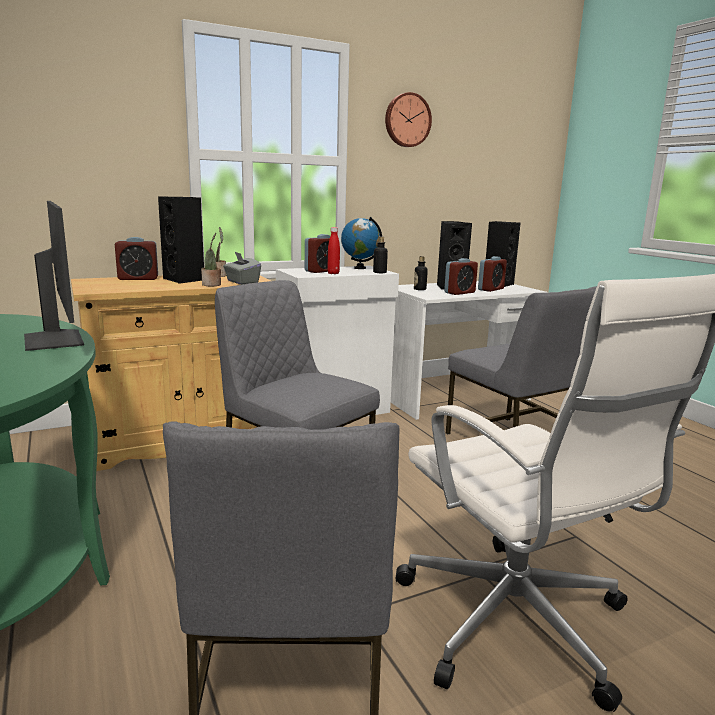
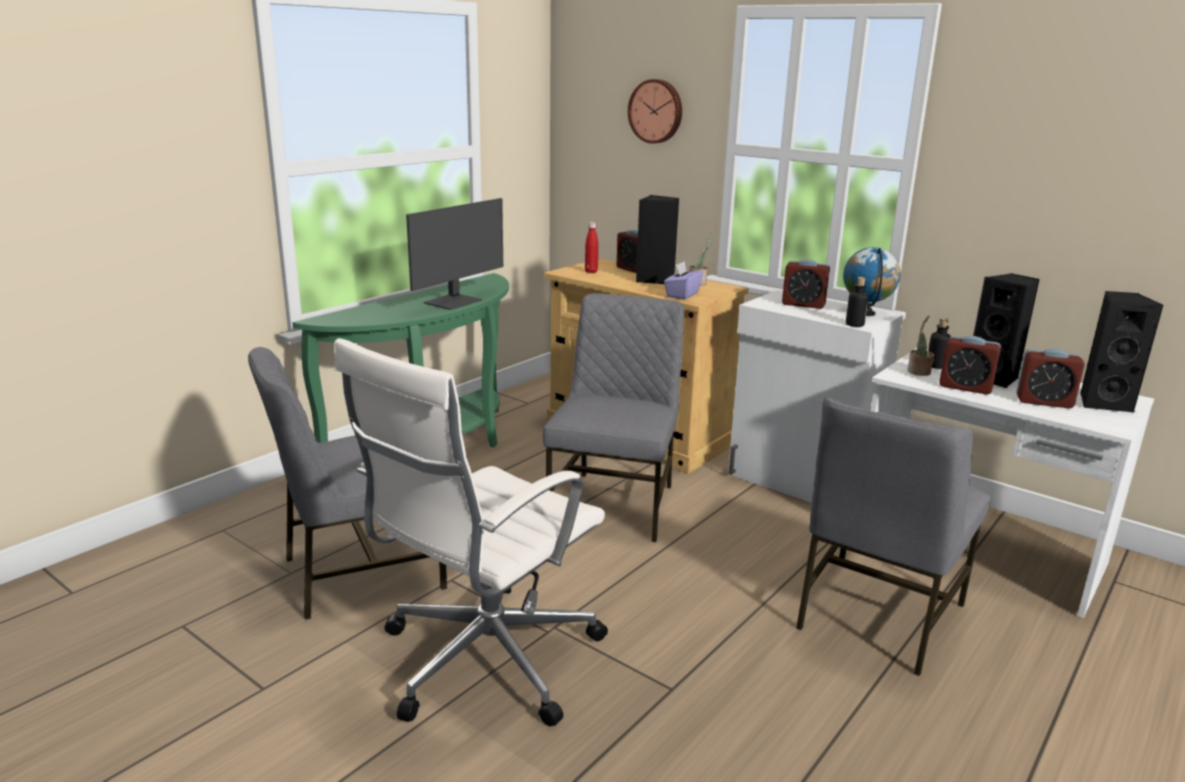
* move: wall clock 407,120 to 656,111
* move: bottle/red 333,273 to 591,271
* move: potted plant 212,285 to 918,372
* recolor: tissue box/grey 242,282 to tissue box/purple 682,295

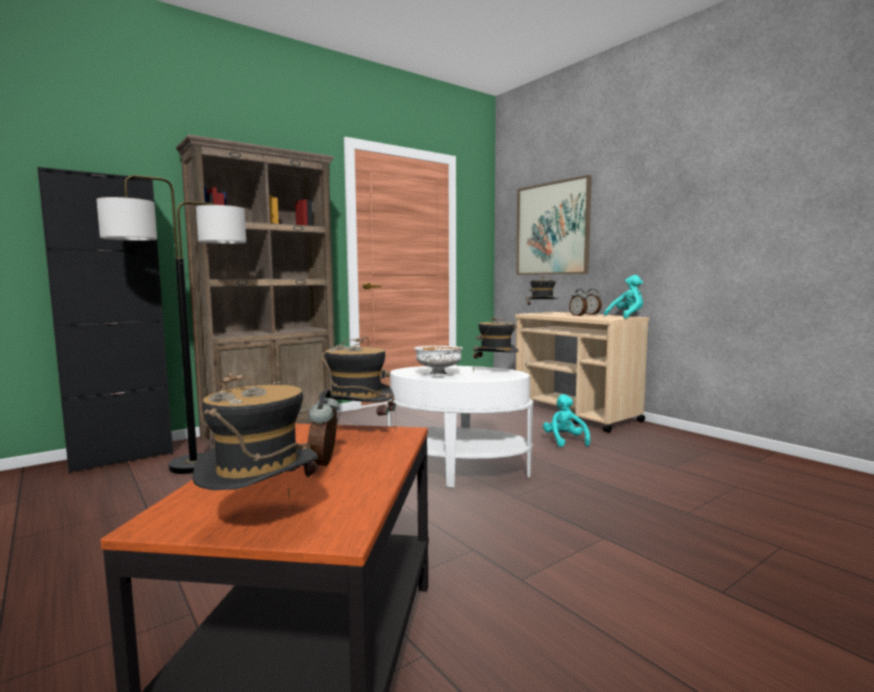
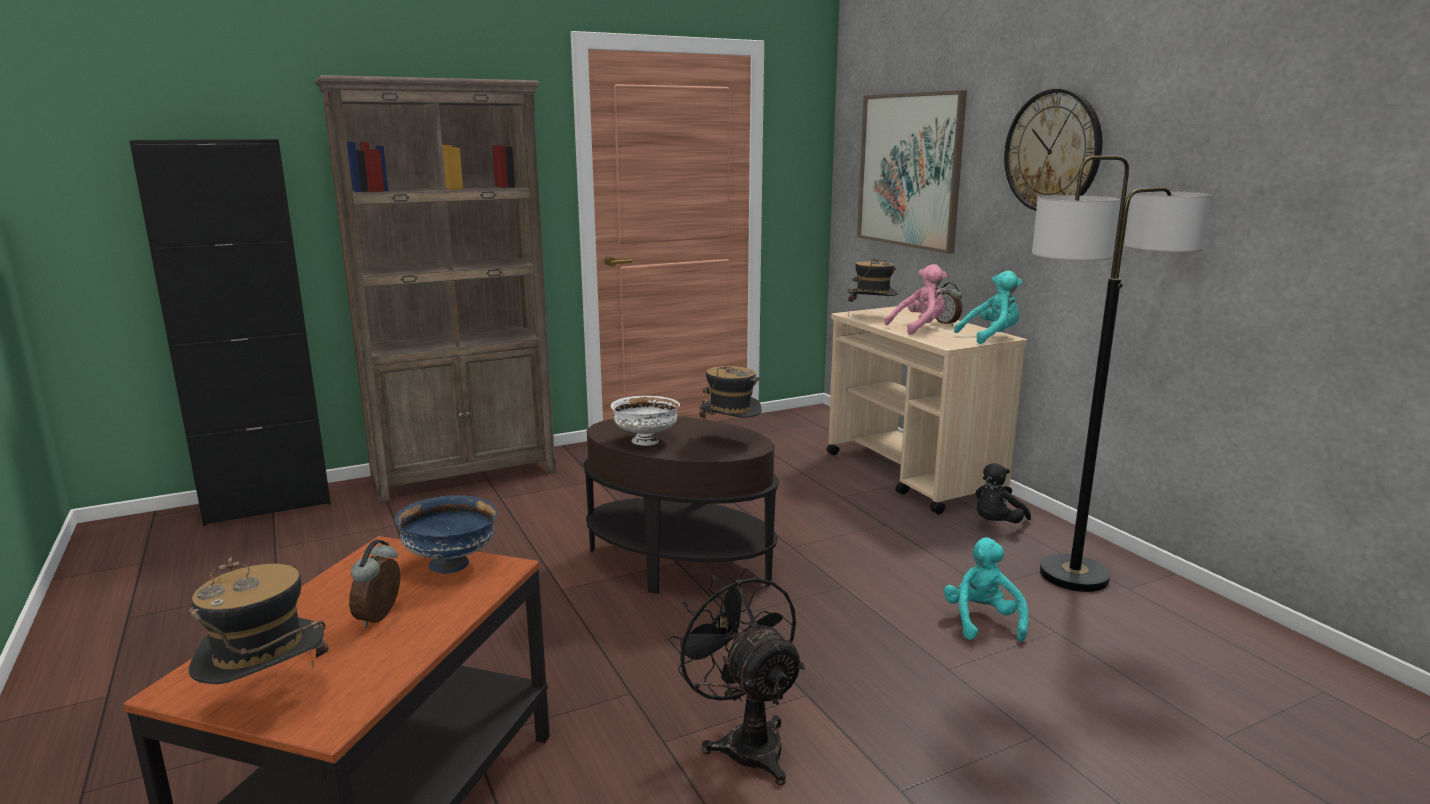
* move: floor lamp 194,465 to 1074,575
* replace: alarm clock 578,316 to plush toy/pink 919,328
* replace: hat 357,432 to bowl/blue 451,564
* recolor: side table/white 458,470 to side table/brown 679,565
* move: plush toy/turquoise 564,441 to 982,621
* insert: wall clock 1052,151
* insert: plush toy/black 996,524
* insert: fan/black 745,741

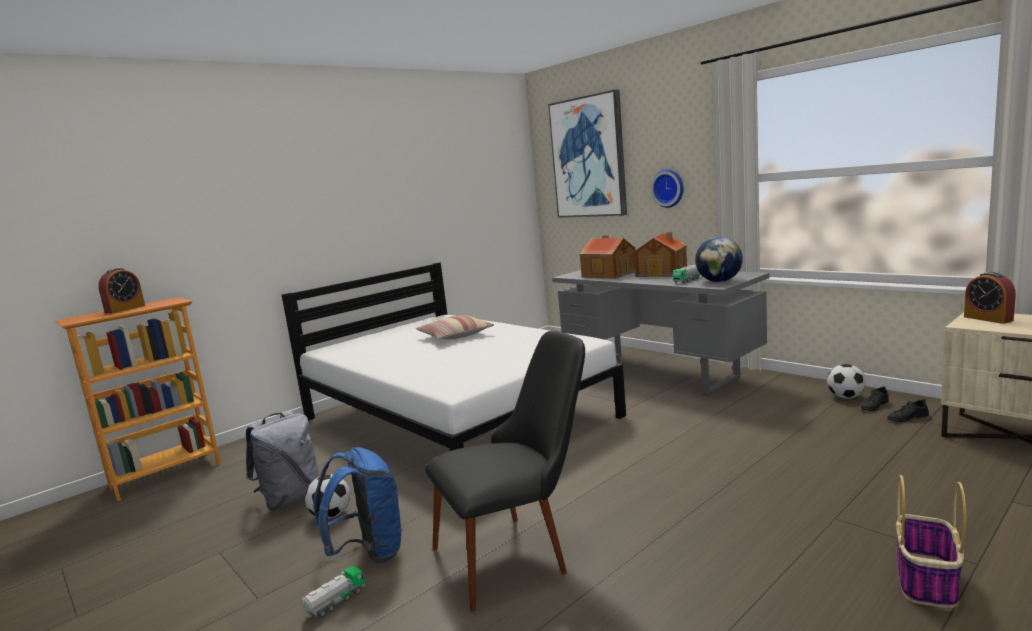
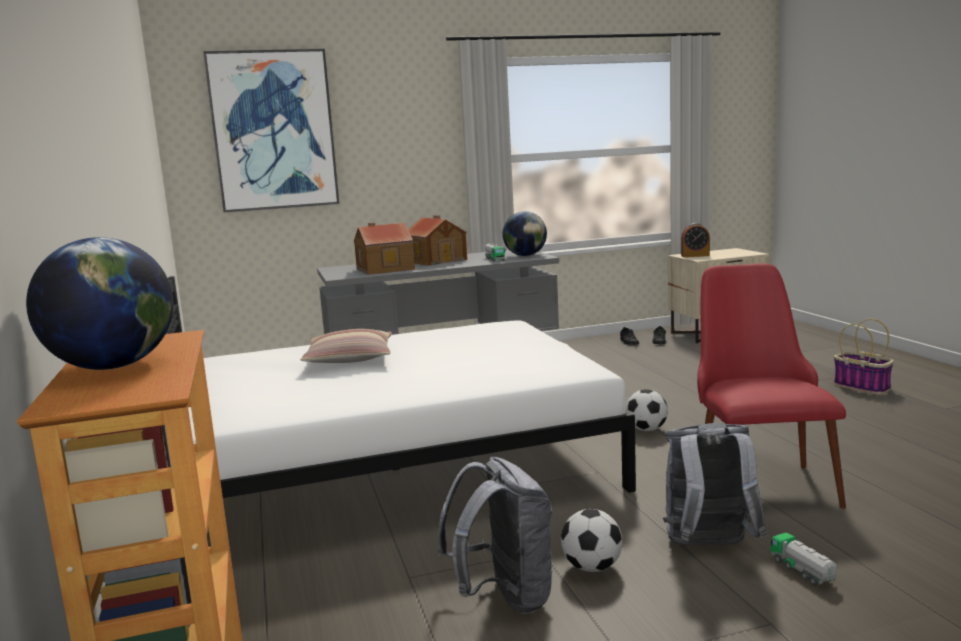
* delete: wall clock 669,188
* replace: alarm clock 125,309 to globe 113,367
* recolor: chair/black 519,551 to chair/red 758,478
* move: football 845,397 to 646,429
* recolor: backpack/blue 369,552 to backpack/grey 709,547

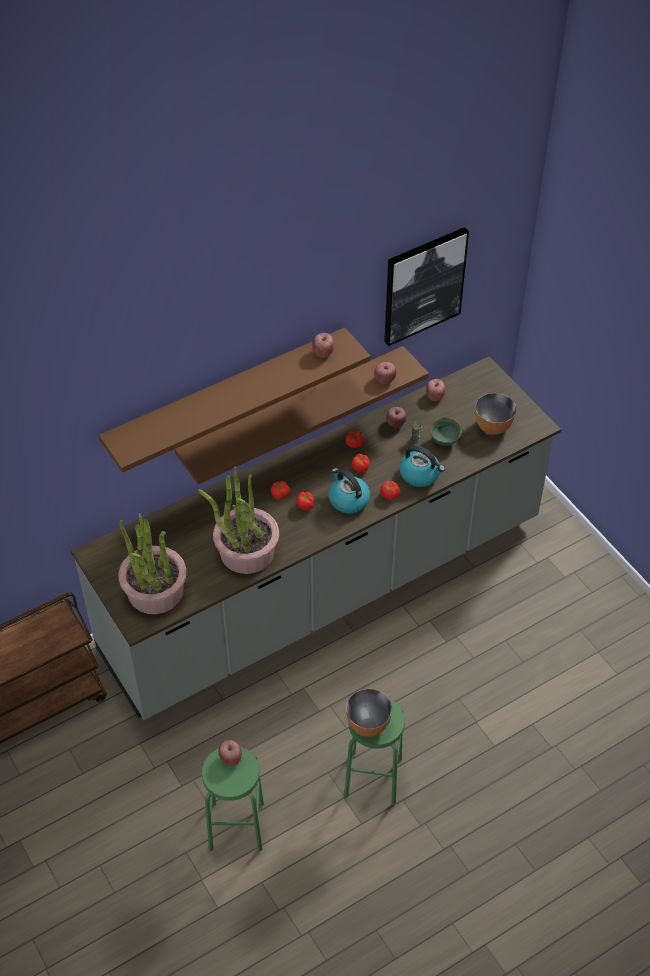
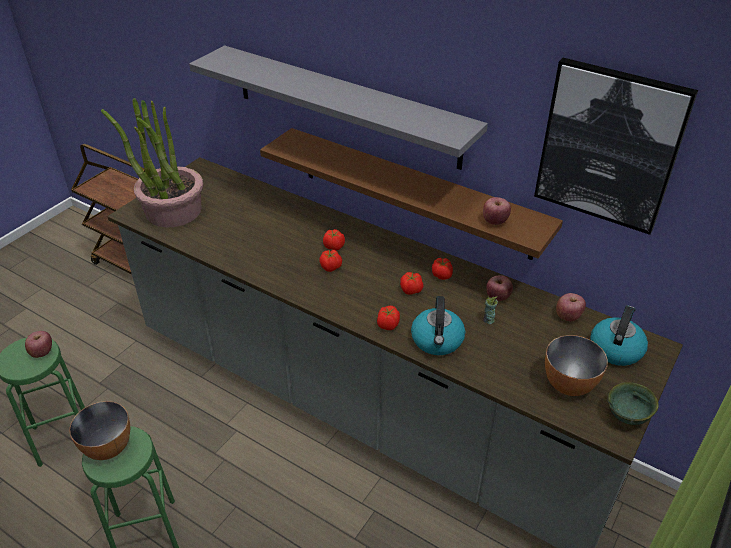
* recolor: shelf/brown 227,396 to shelf/grey 344,106
* delete: apple 323,352
* move: bowl/green 445,441 to 628,417
* delete: potted plant 246,552
* move: kettle 348,500 to 615,348

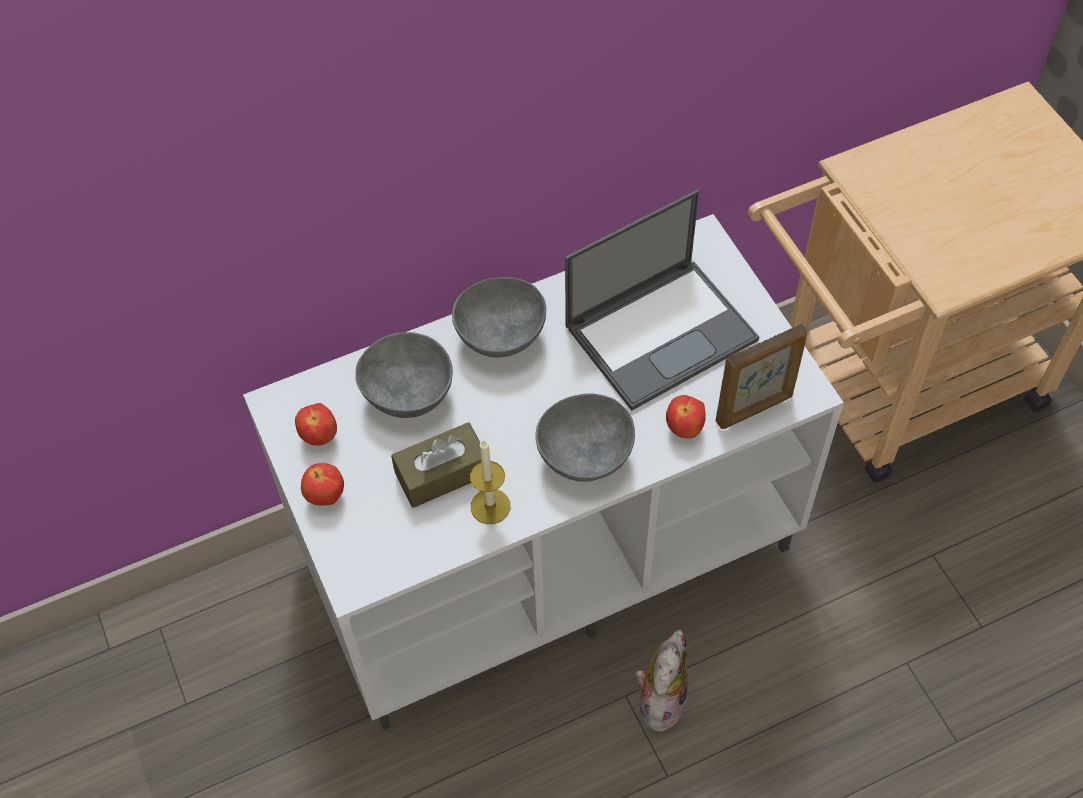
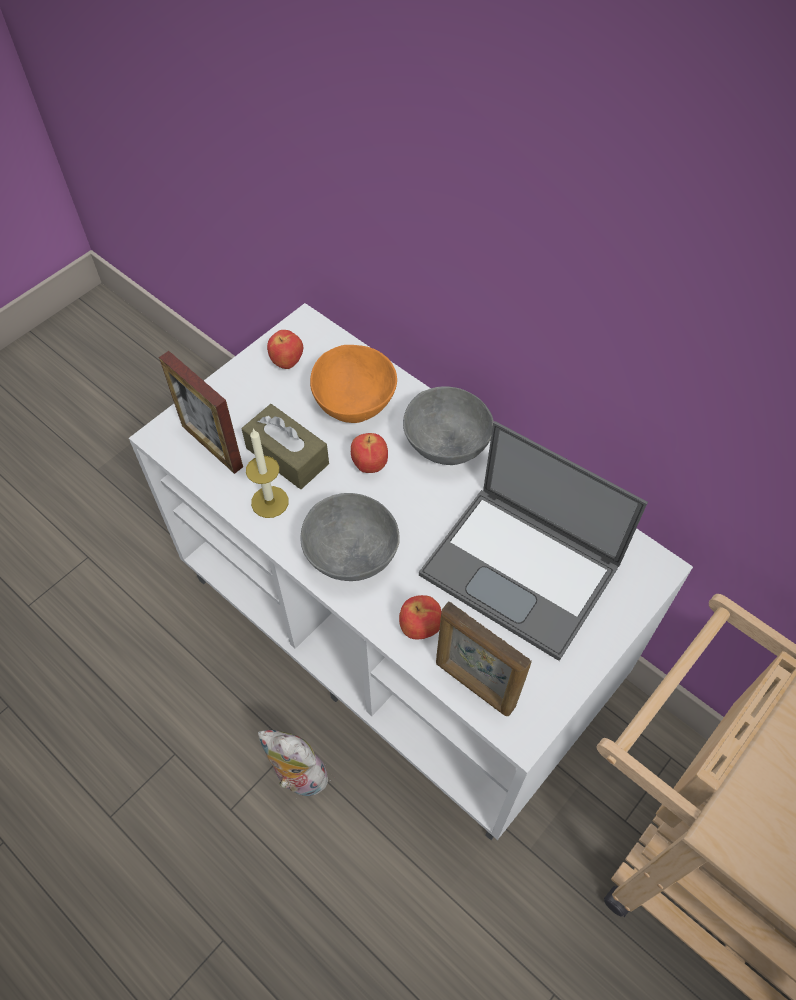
* recolor: bowl/grey 407,393 to bowl/orange 355,402
* move: apple 325,496 to 369,465
* rotate: plush toy 660,699 = 297,777 150 degrees counterclockwise
* insert: picture frame 212,446

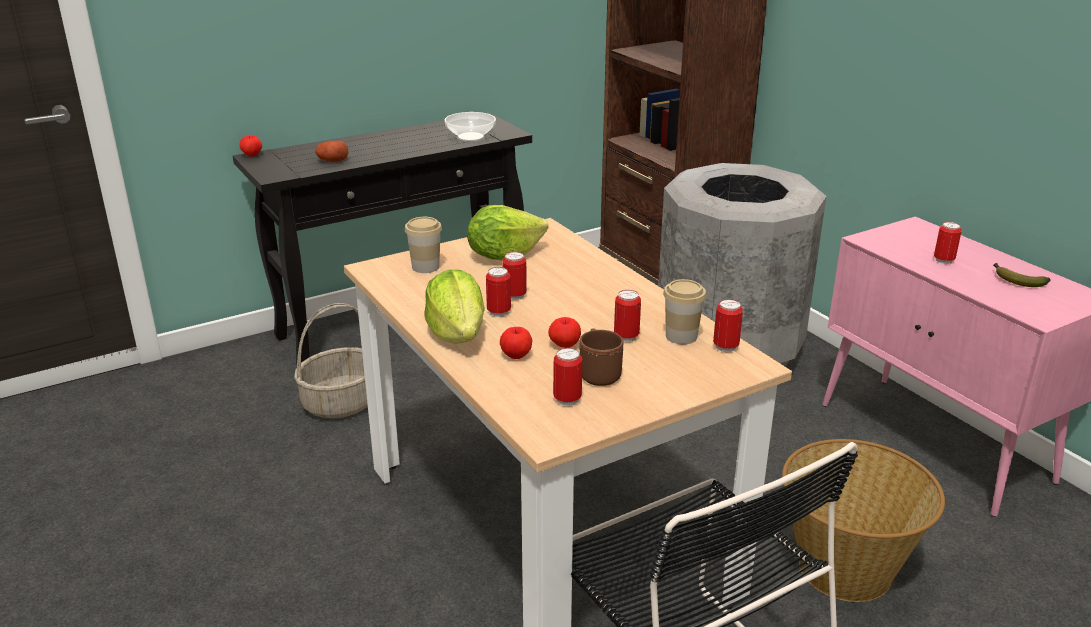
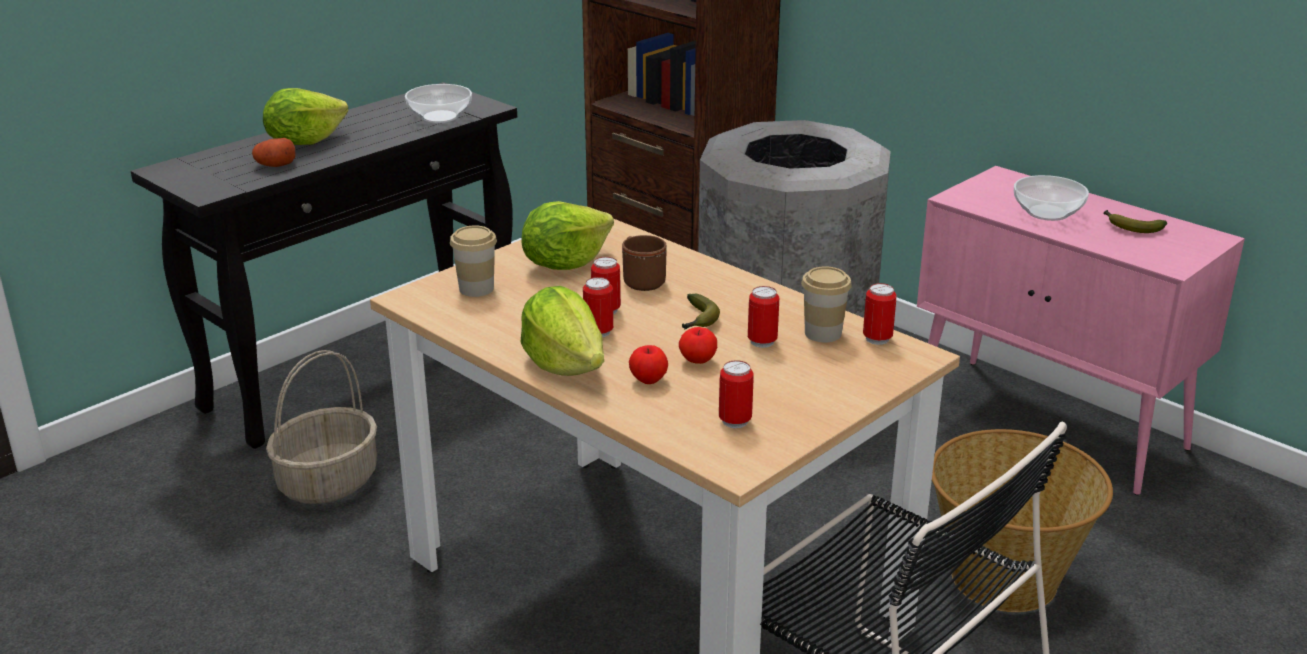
* delete: apple 252,155
* replace: can 943,260 to bowl 1048,213
* move: mug/brown 598,373 to 641,280
* insert: lettuce 304,141
* insert: banana 697,321

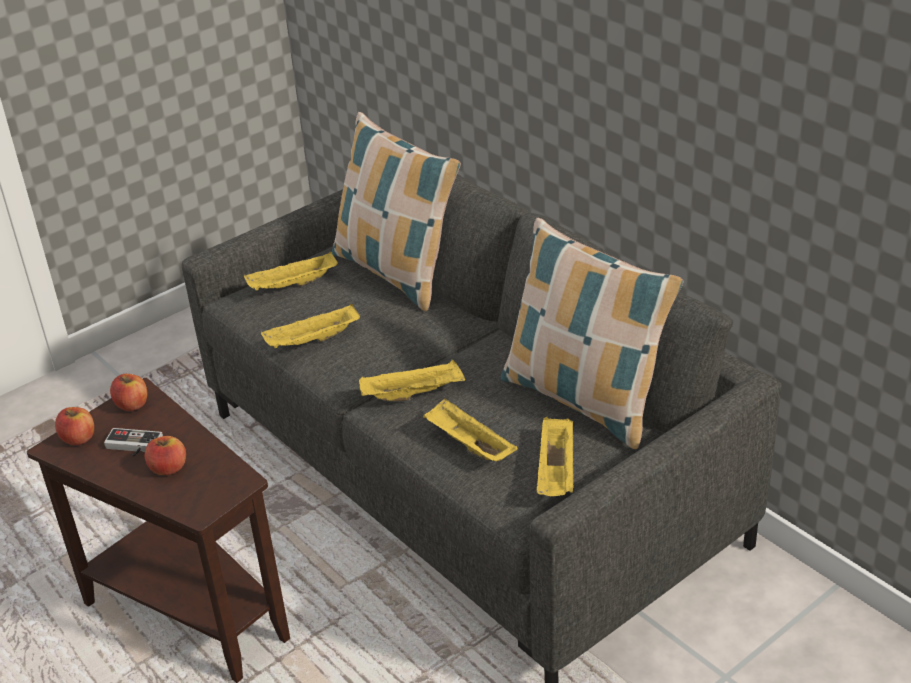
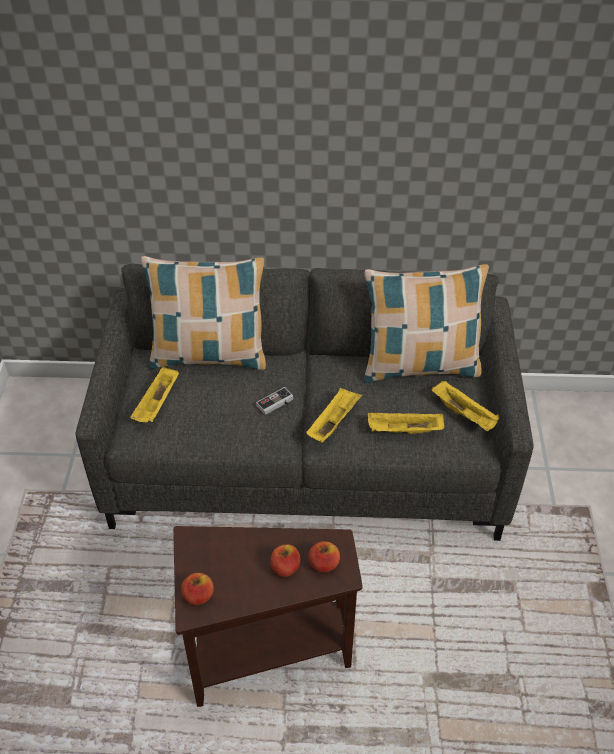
* delete: tray/yellow 312,341
* move: apple 132,405 to 323,564
* move: game controller 132,447 to 277,404

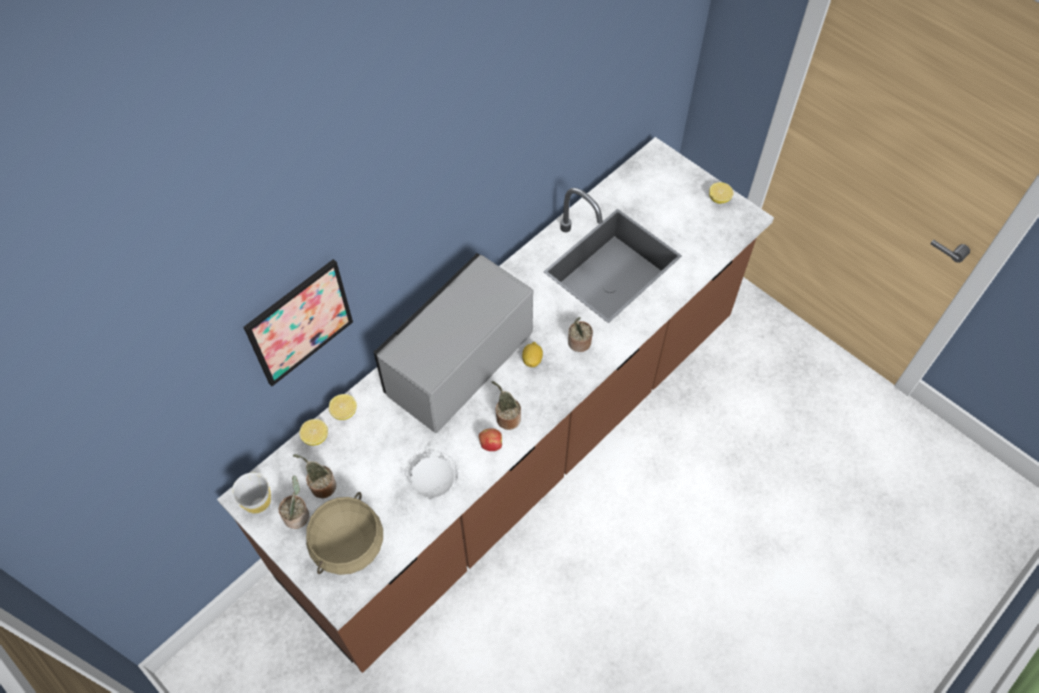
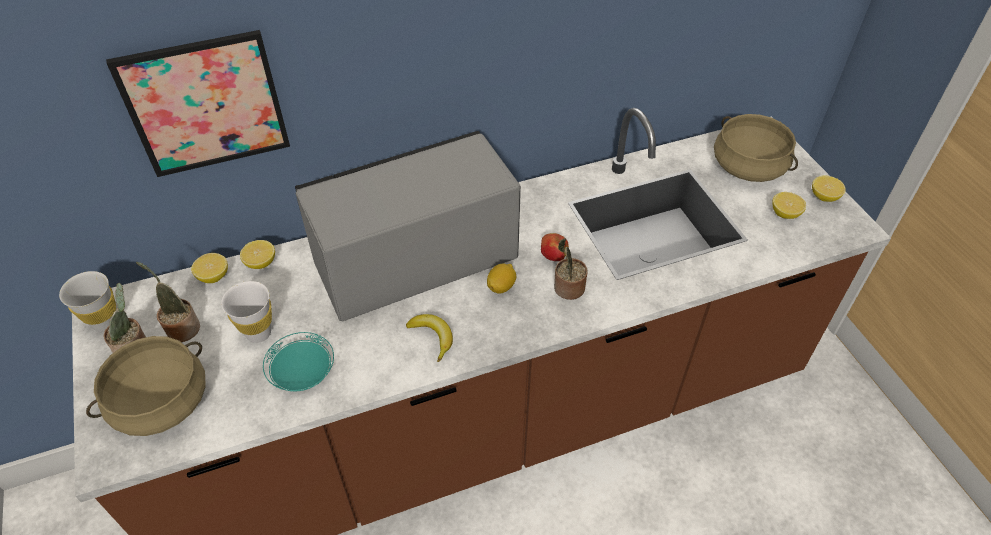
* replace: potted plant 506,418 to banana 432,337
* move: apple 490,444 to 553,256
* recolor: plate/white 433,481 to plate/turquoise 303,373
* insert: cooking pot/beige 749,166
* insert: lemon 785,214
* insert: cup/white 258,333

